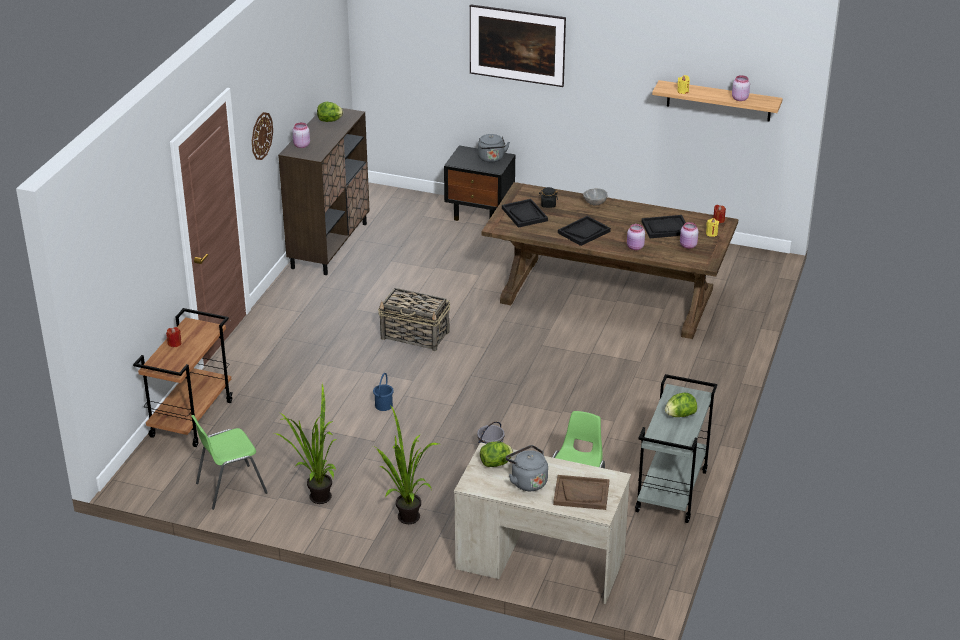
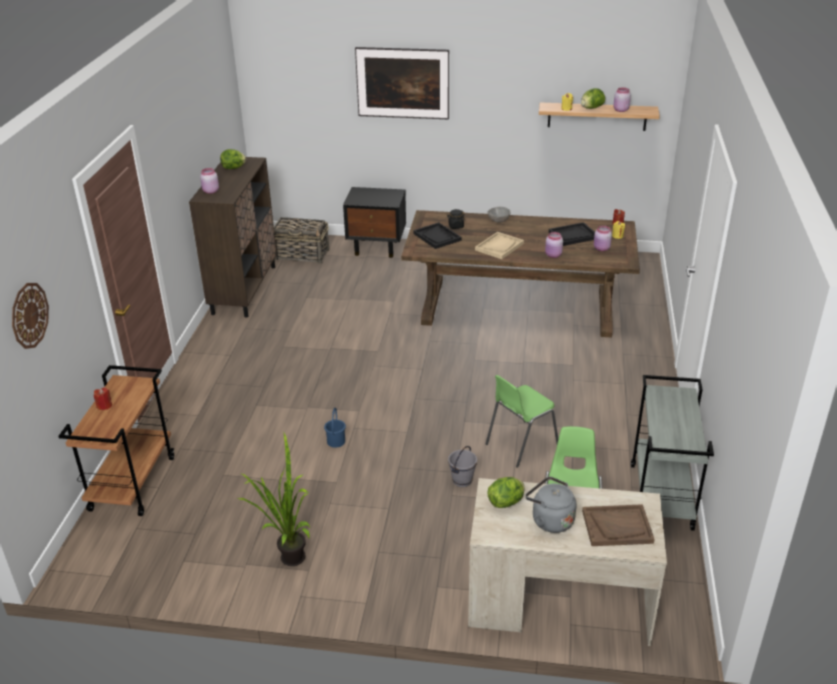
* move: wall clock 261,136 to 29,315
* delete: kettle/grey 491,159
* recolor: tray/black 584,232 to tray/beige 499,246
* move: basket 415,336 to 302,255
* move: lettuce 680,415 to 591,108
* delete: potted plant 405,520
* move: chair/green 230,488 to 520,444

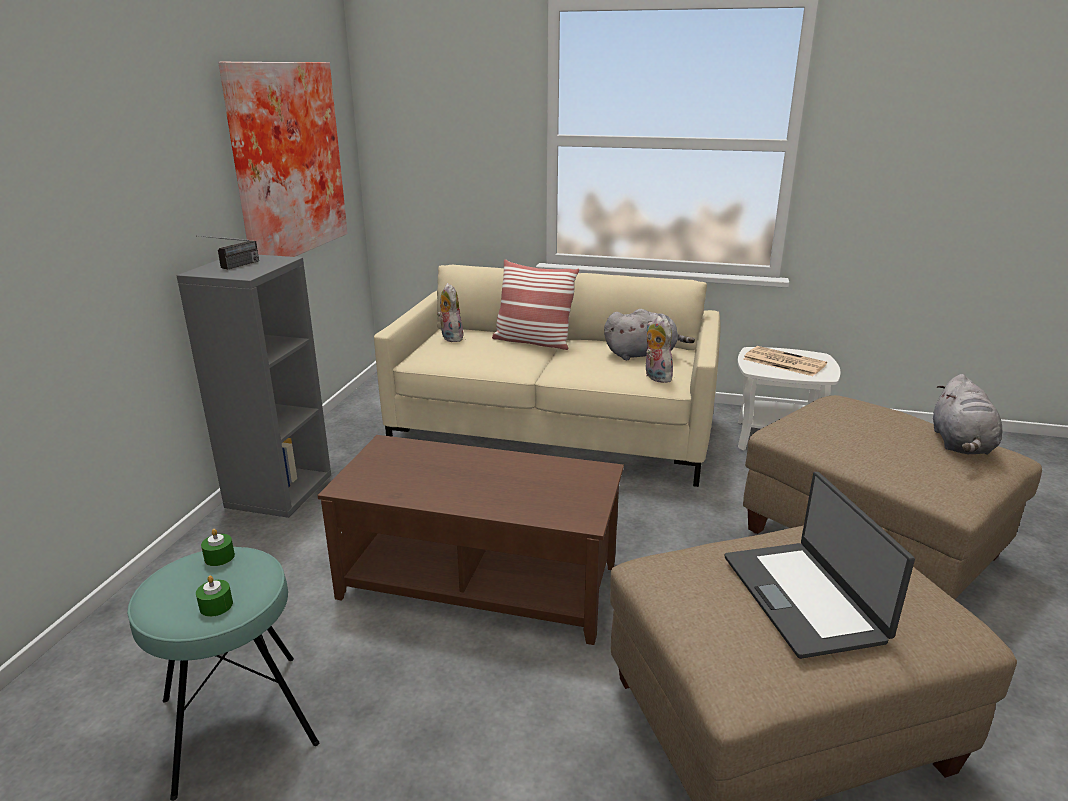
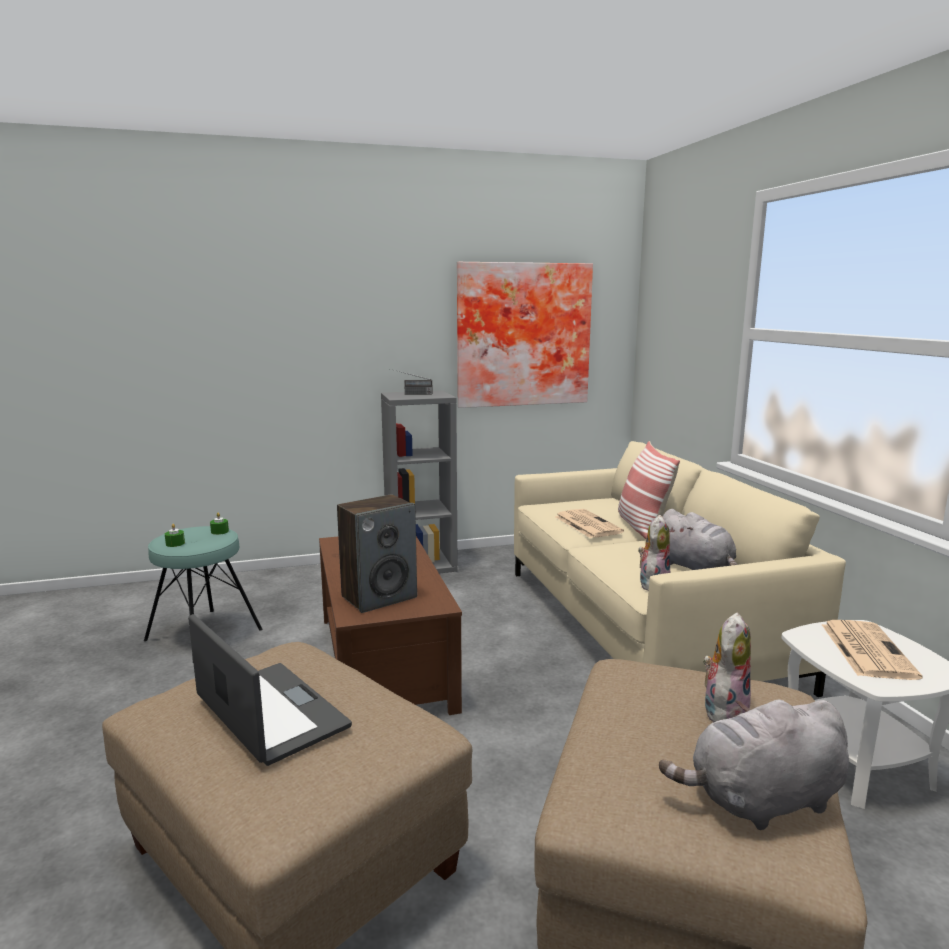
* move: plush toy 450,337 to 723,710
* rotate: laptop 804,597 = 269,713 90 degrees clockwise
* insert: speaker 379,597
* insert: newspaper 586,524

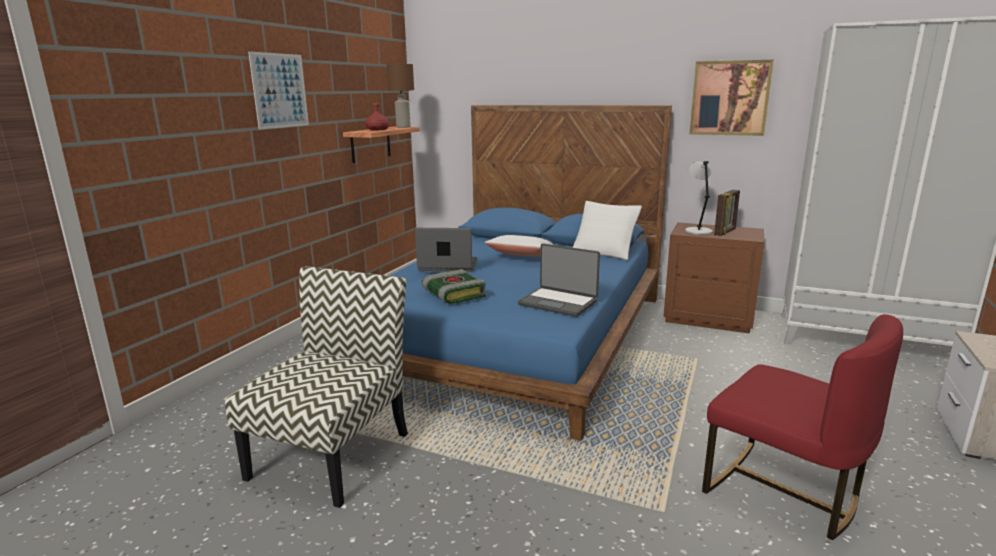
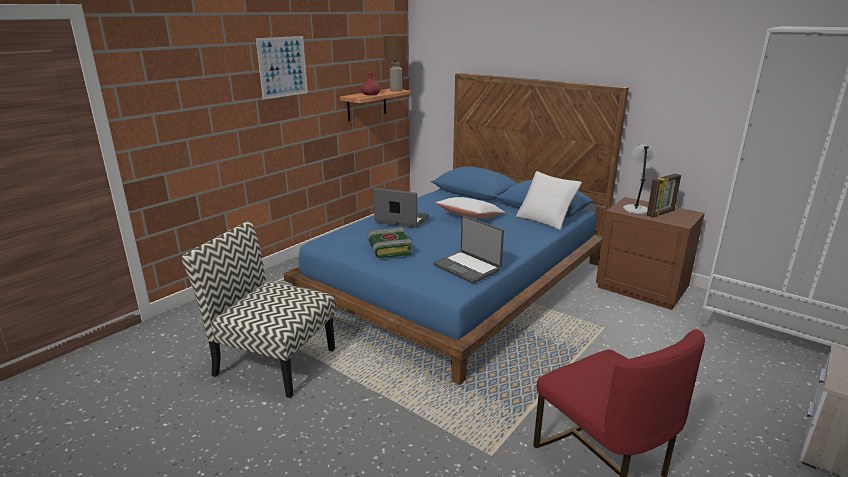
* delete: picture 729,98
* rotate: chair 331,454 = 273,362 105 degrees counterclockwise

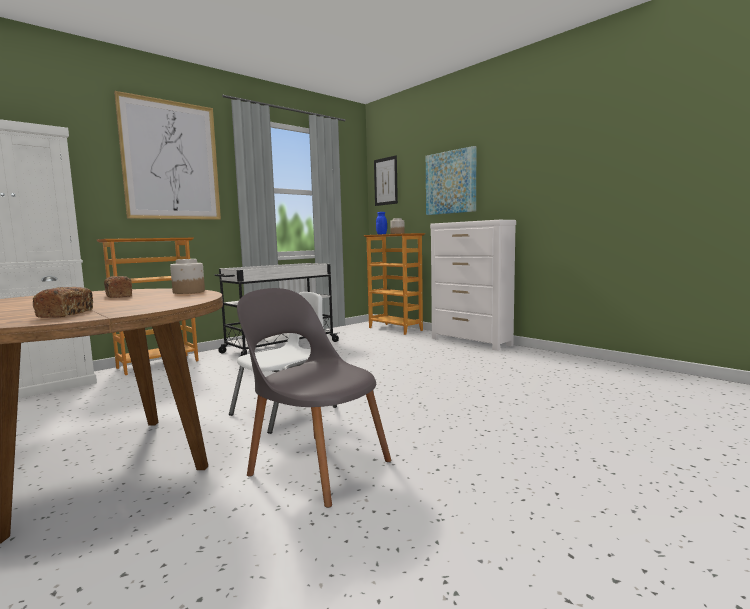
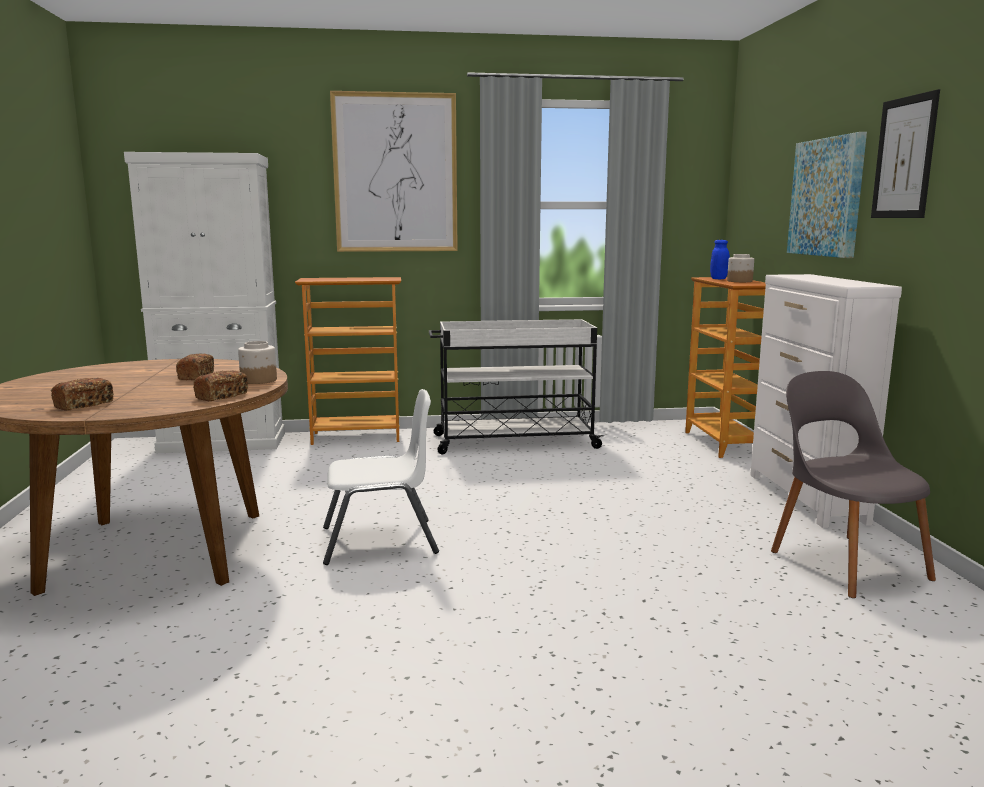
* move: picture 385,181 to 904,158
* move: chair/grey 316,465 to 845,562
* insert: bread 222,396

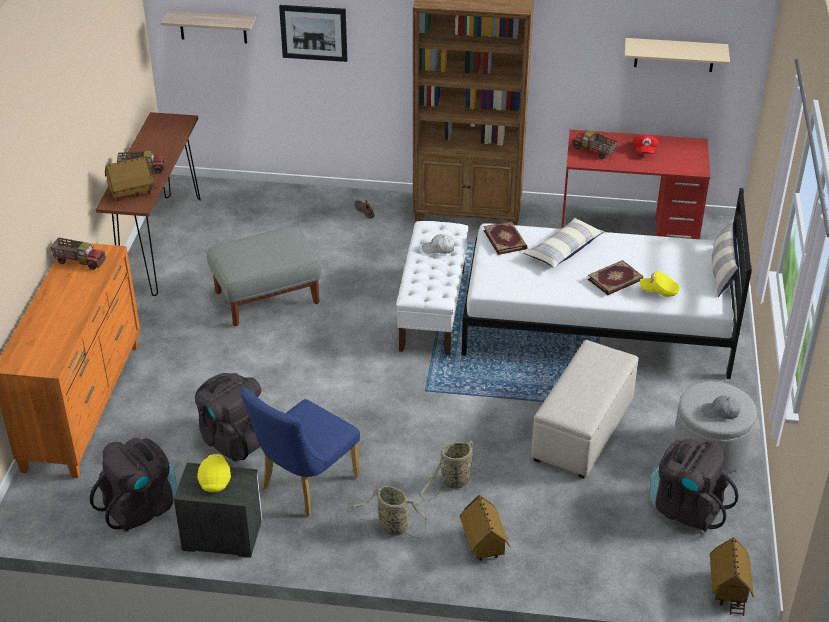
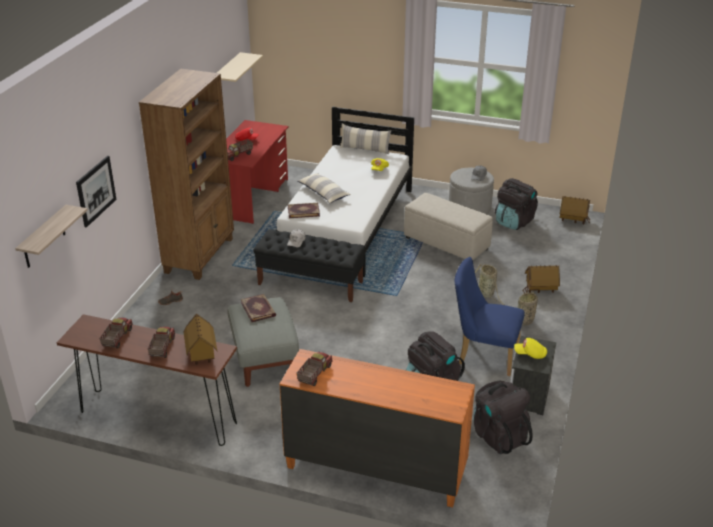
* recolor: bench/white 433,310 to bench/black 311,283
* move: book 615,280 to 258,309
* rotate: chair/blue 304,486 = 483,355 150 degrees clockwise
* insert: toy truck 117,338

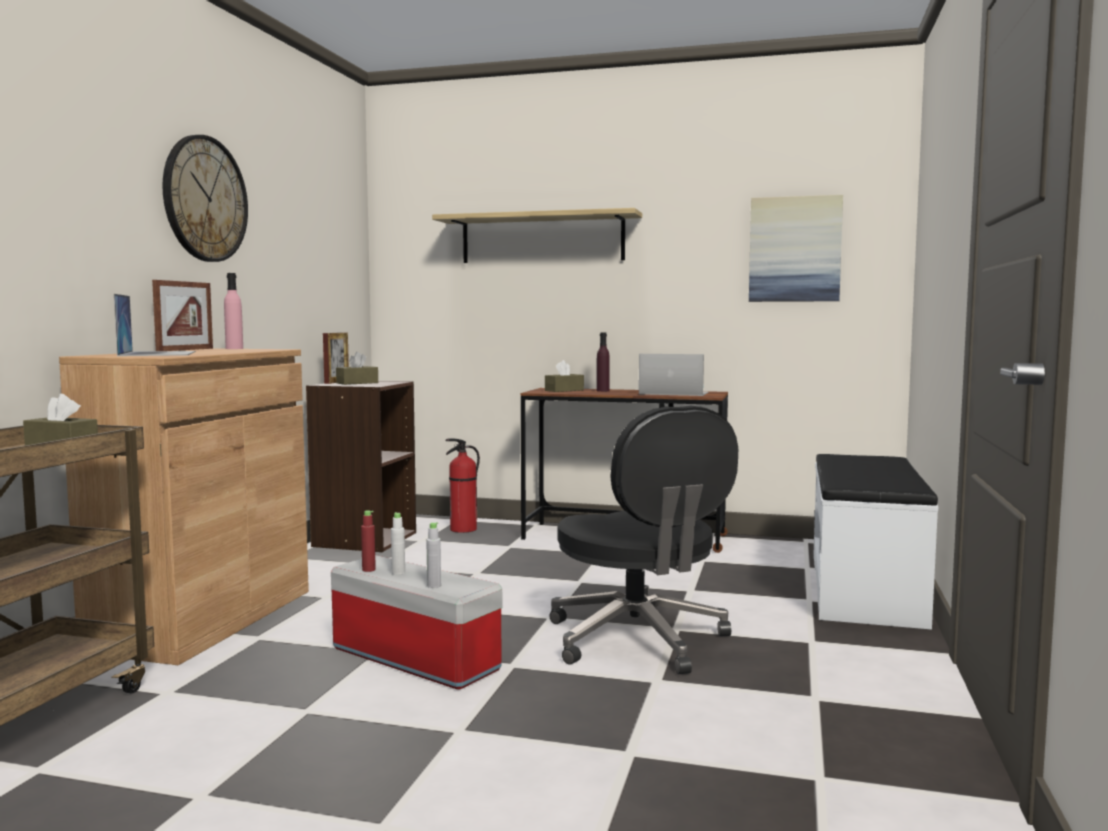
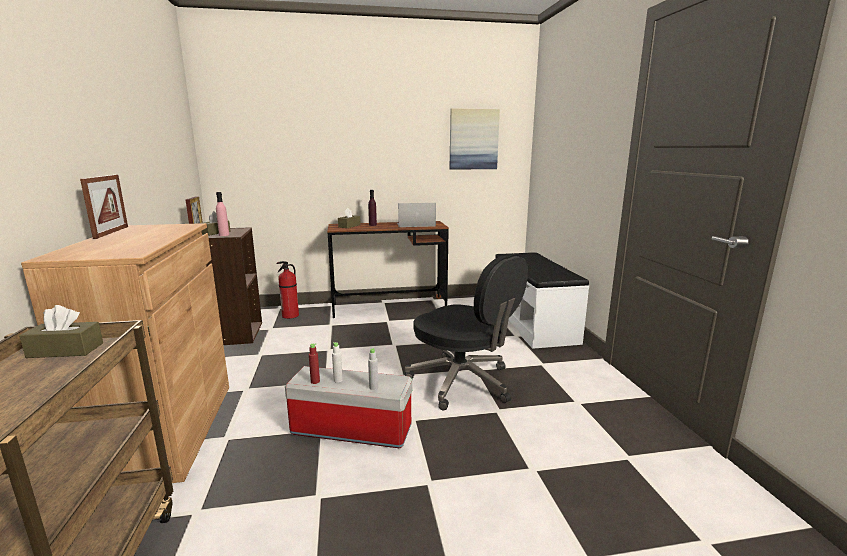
* delete: wall clock 205,199
* delete: shelf 542,238
* move: bottle/pink 234,348 to 224,235
* delete: laptop 158,353

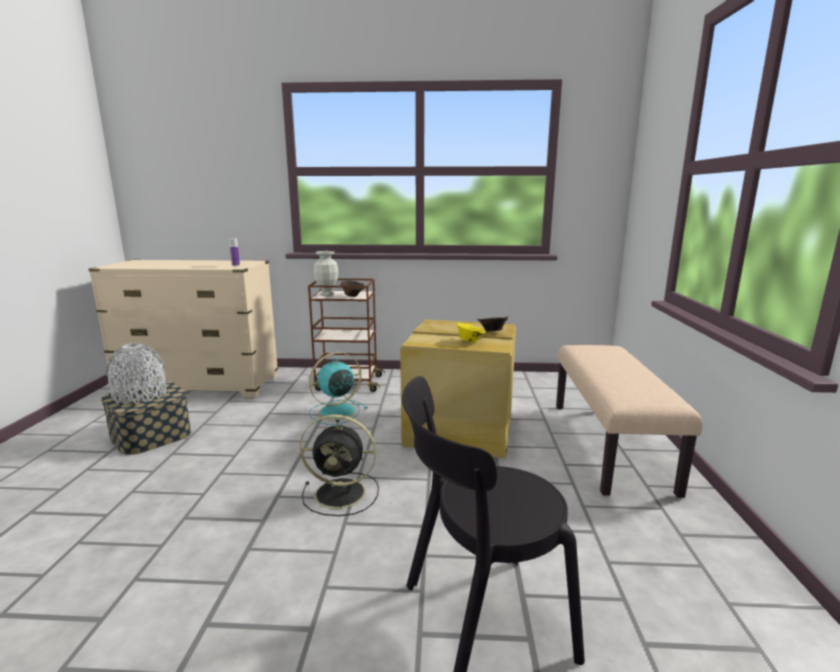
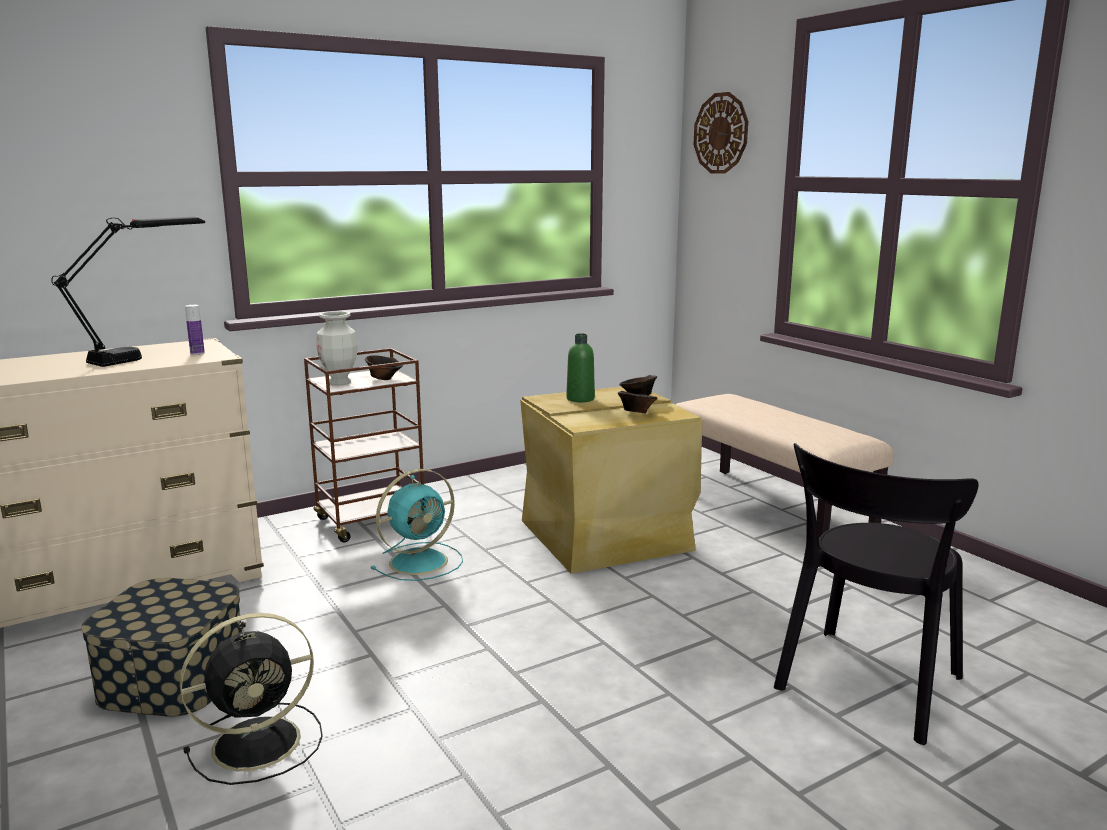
* recolor: bowl/yellow 470,341 to bowl/brown 636,413
* delete: vase/grey 140,395
* rotate: fan/turquoise 335,412 = 421,561 150 degrees counterclockwise
* move: fan/black 342,493 to 261,742
* insert: wall clock 721,133
* insert: table lamp/black 147,355
* insert: bottle/green 580,399

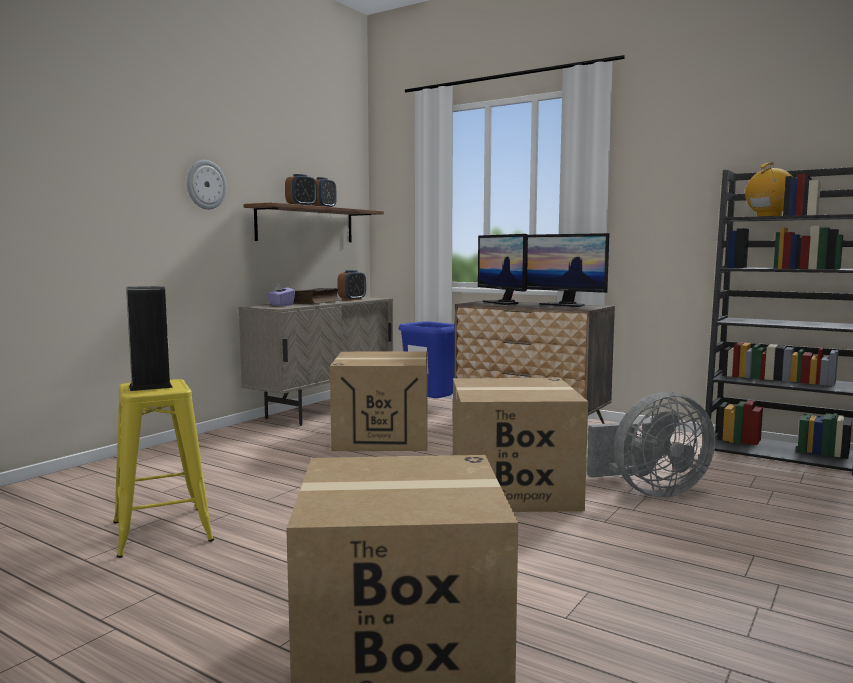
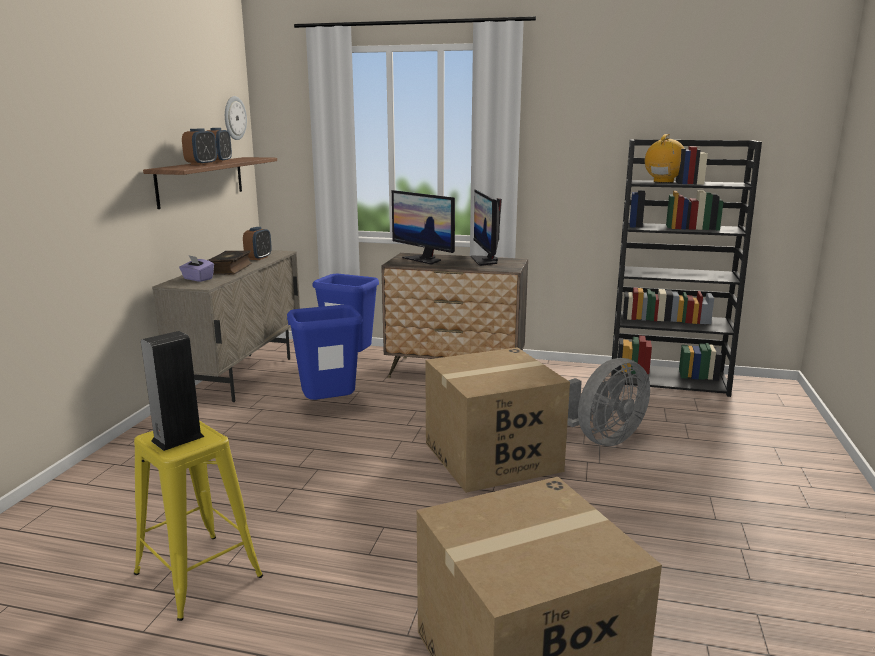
* move: wall clock 205,185 to 234,118
* rotate: monitor 565,305 = 485,260 60 degrees clockwise
* replace: cardboard box 382,438 to trash can/blue 329,407

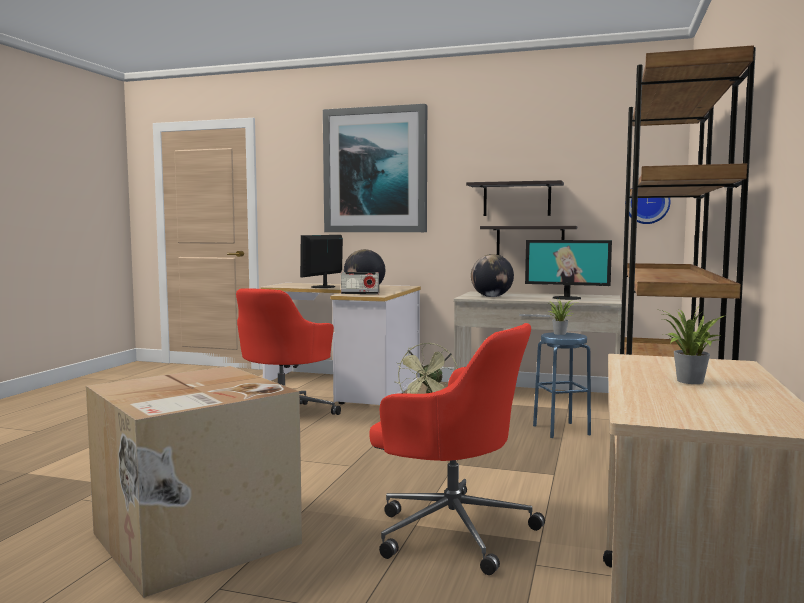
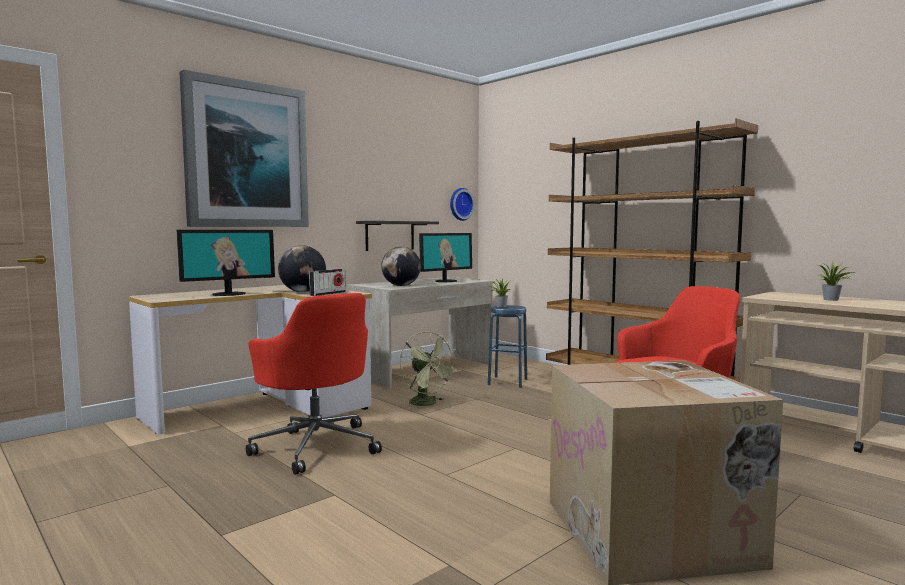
* delete: shelf 517,199
* rotate: monitor 323,287 = 229,294 90 degrees counterclockwise

